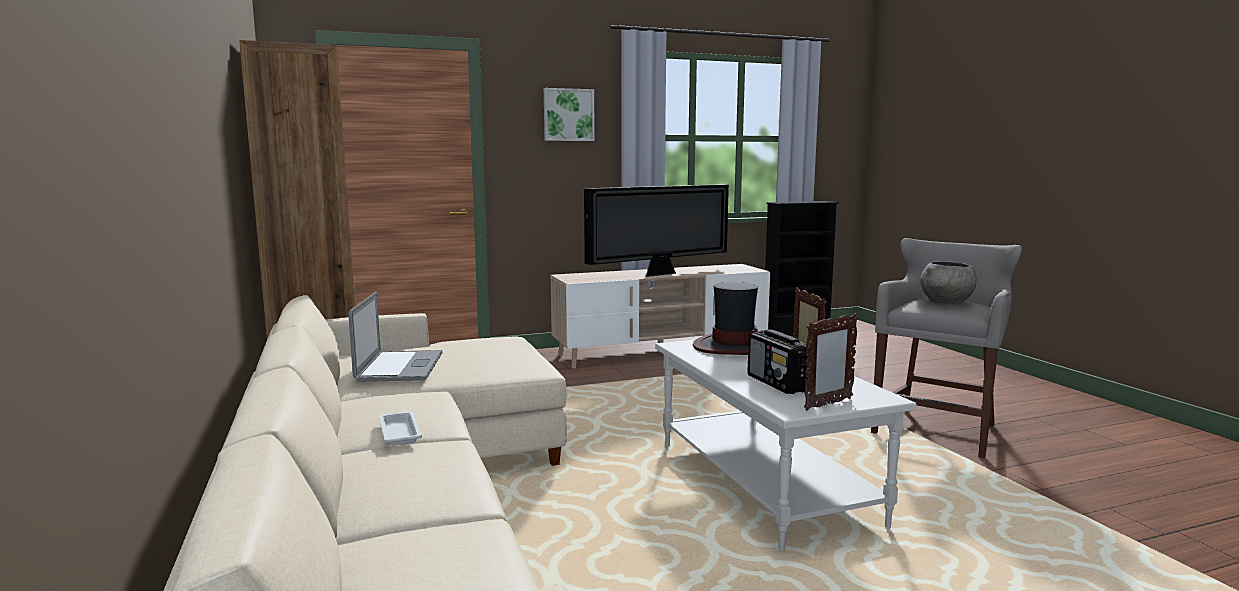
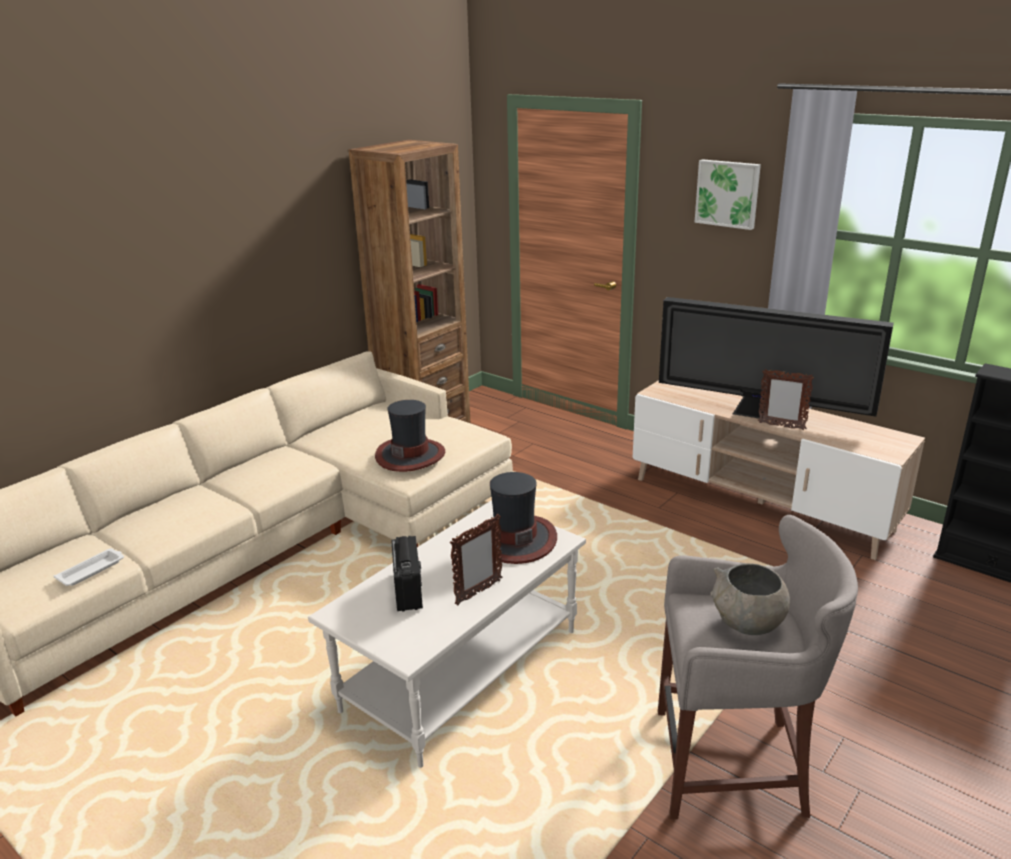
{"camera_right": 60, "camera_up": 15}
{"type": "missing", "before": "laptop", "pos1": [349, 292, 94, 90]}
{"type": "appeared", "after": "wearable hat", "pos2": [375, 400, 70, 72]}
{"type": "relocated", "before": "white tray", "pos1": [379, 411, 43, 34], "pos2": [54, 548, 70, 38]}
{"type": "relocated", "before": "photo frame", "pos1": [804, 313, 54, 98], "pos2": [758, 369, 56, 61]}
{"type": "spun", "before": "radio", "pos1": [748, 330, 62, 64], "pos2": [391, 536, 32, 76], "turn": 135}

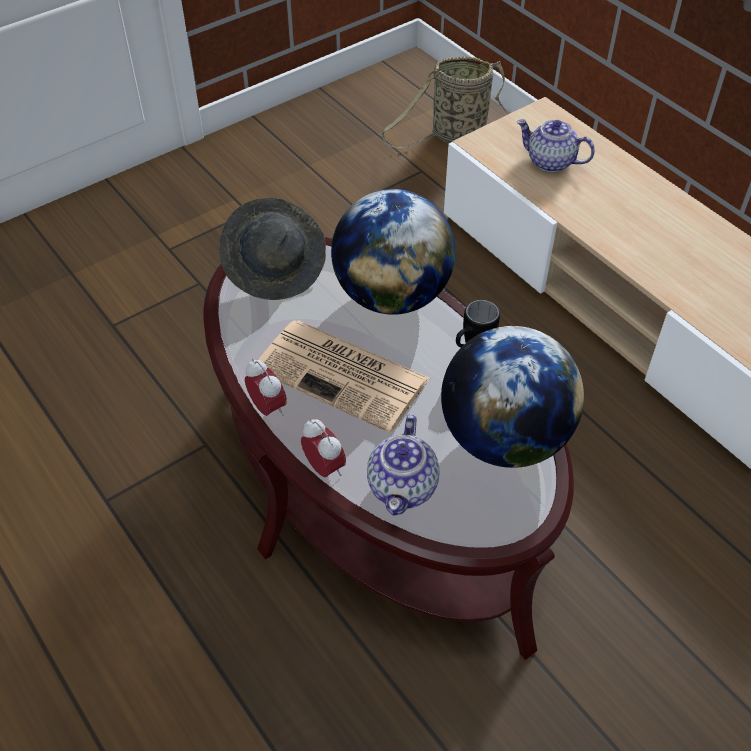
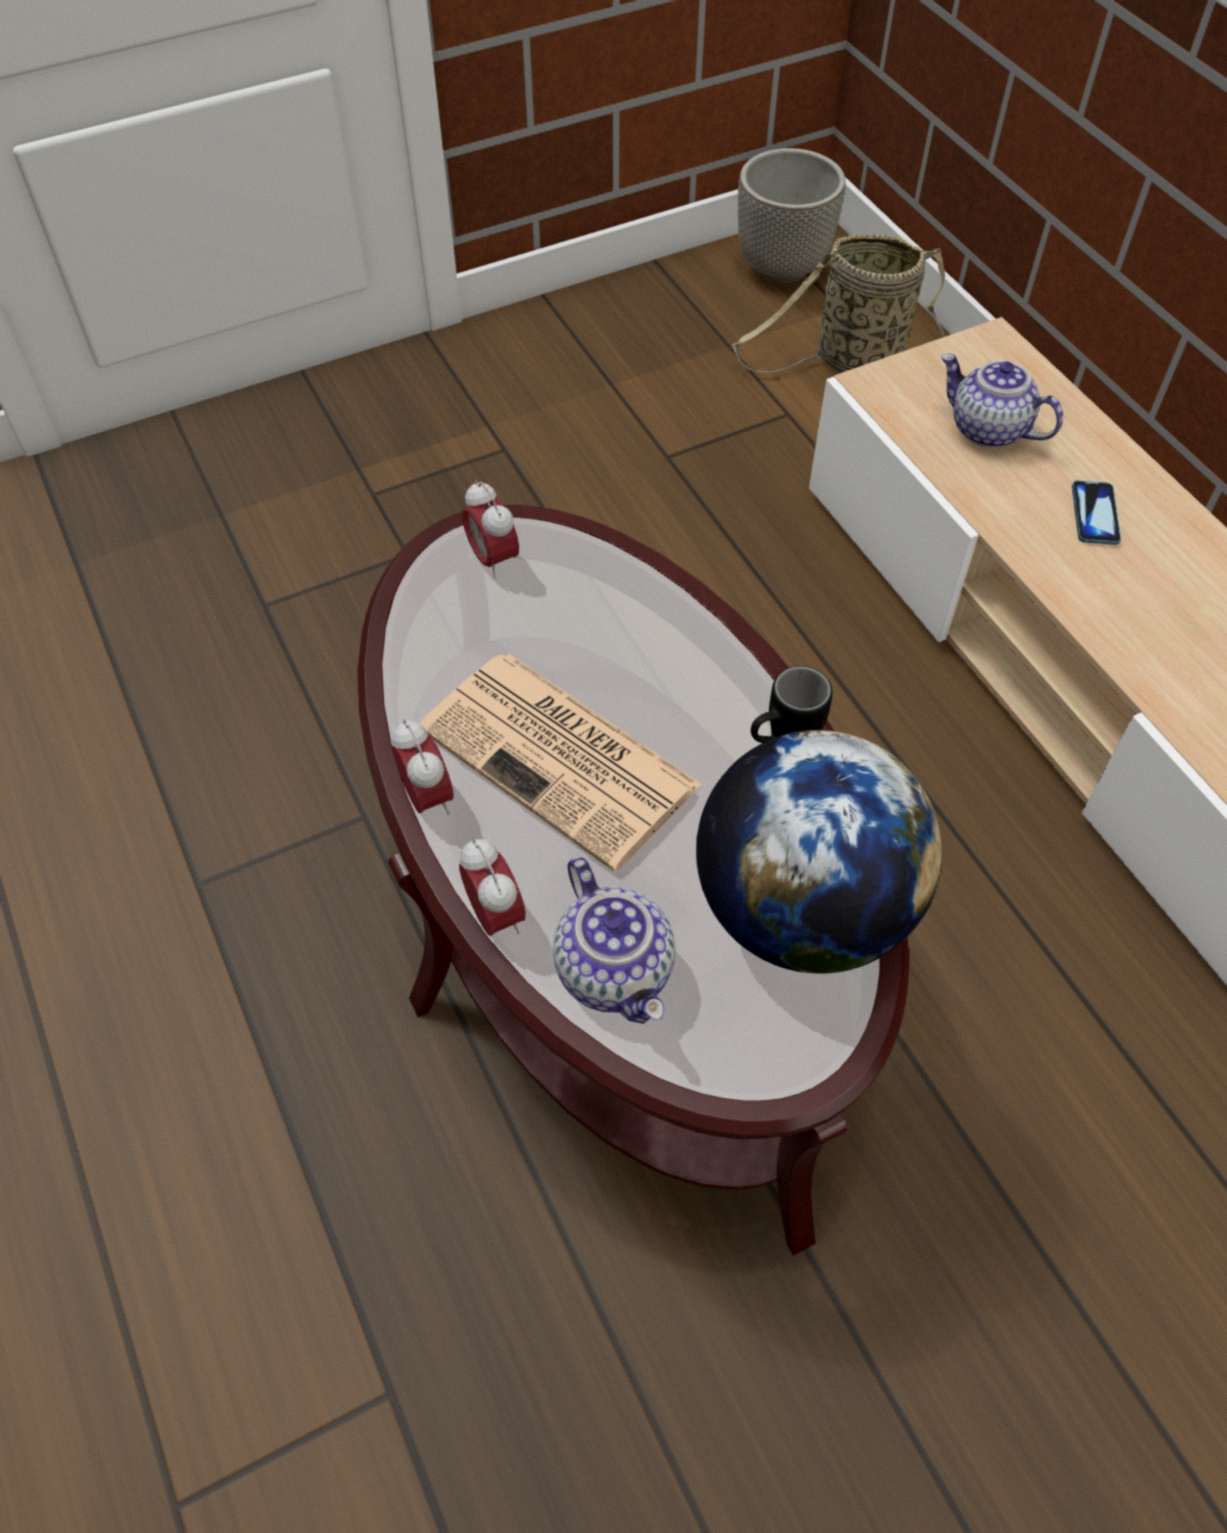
{"camera_right": 10, "camera_up": 5}
{"type": "missing", "before": "world globe", "pos1": [331, 189, 125, 126]}
{"type": "appeared", "after": "plant pot", "pos2": [738, 148, 108, 135]}
{"type": "appeared", "after": "phone", "pos2": [1072, 480, 49, 65]}
{"type": "exchanged", "before": "grey wearable hat", "after": "table clock", "pos1": [219, 198, 107, 102], "pos2": [462, 480, 57, 99]}
{"type": "spun", "before": "pot for tea", "pos1": [367, 414, 73, 102], "pos2": [553, 857, 122, 167], "turn": -45}

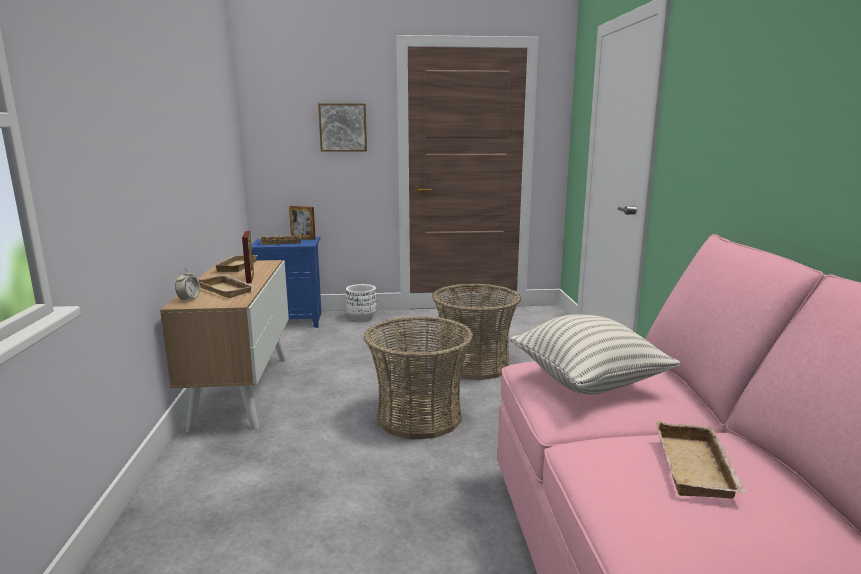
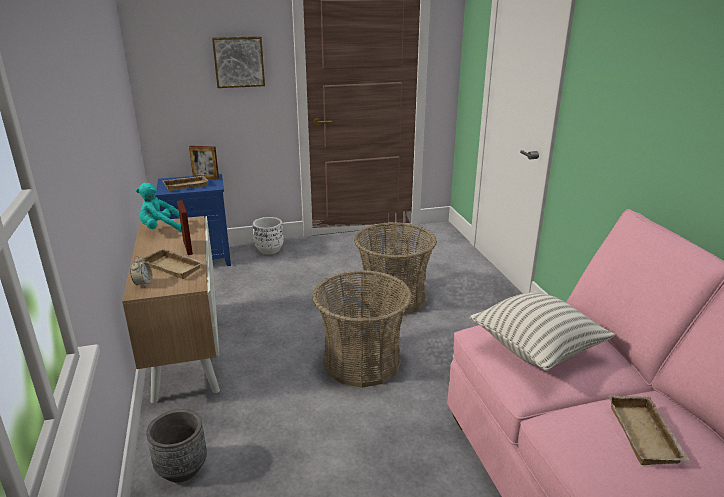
{"camera_right": -10, "camera_up": 10}
{"type": "appeared", "after": "grey plant pot", "pos2": [146, 409, 61, 73]}
{"type": "exchanged", "before": "sand-coloured tray", "after": "blue-green plush toy", "pos1": [214, 255, 43, 17], "pos2": [136, 183, 46, 49]}

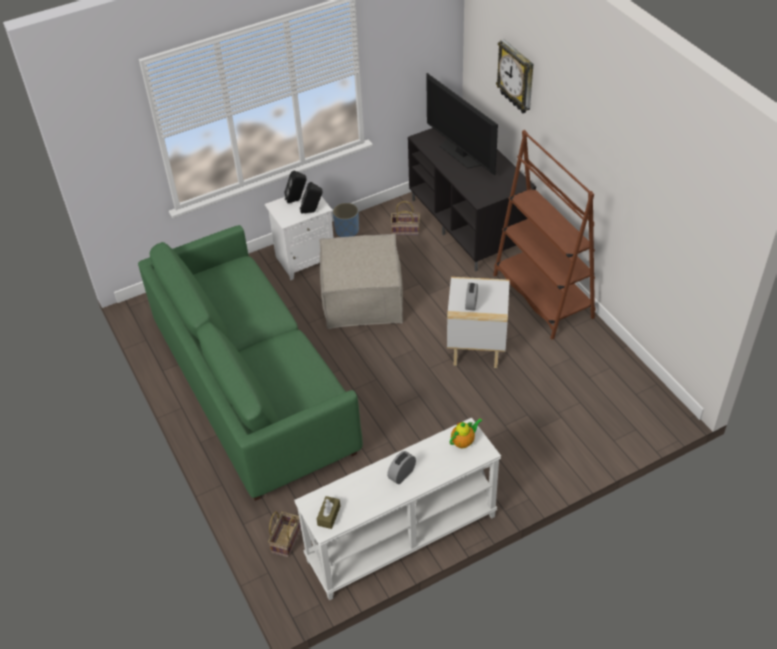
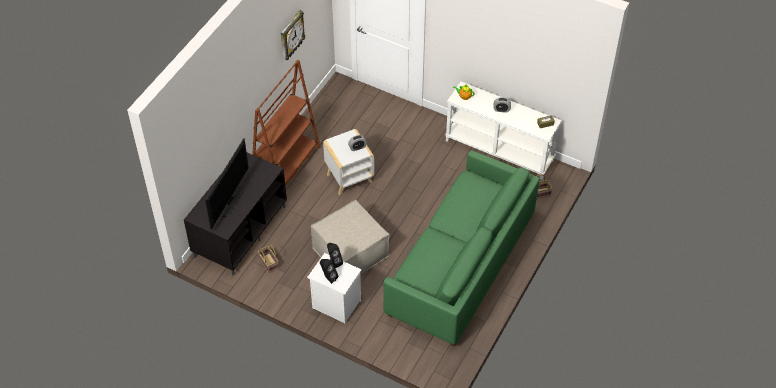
{"camera_right": -125, "camera_up": 5}
{"type": "missing", "before": "blue plant pot", "pos1": [333, 203, 26, 34]}
{"type": "relocated", "before": "wall clock", "pos1": [496, 39, 37, 74], "pos2": [281, 10, 25, 50]}

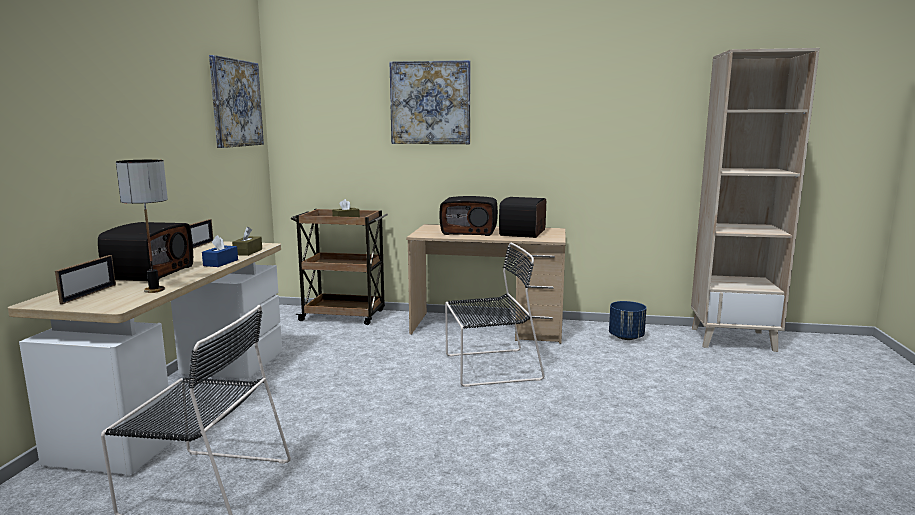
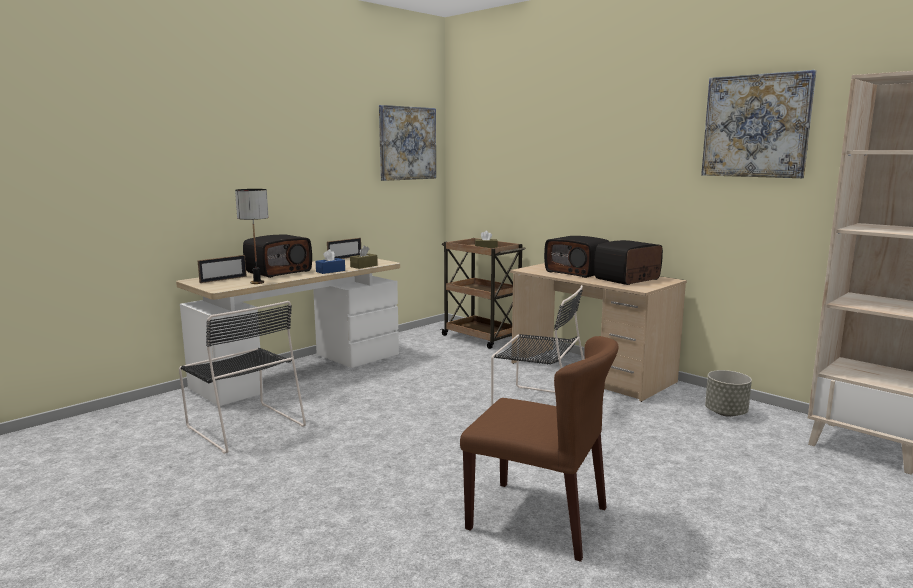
{"camera_right": 35, "camera_up": 0}
{"type": "appeared", "after": "brown-coloured plain chair", "pos2": [460, 336, 159, 226]}
{"type": "relocated", "before": "picture", "pos1": [390, 60, 81, 84], "pos2": [701, 70, 116, 108]}
{"type": "colour", "before": "blue plant pot", "after": "grey plant pot", "pos1": [609, 301, 38, 39], "pos2": [705, 370, 47, 47]}

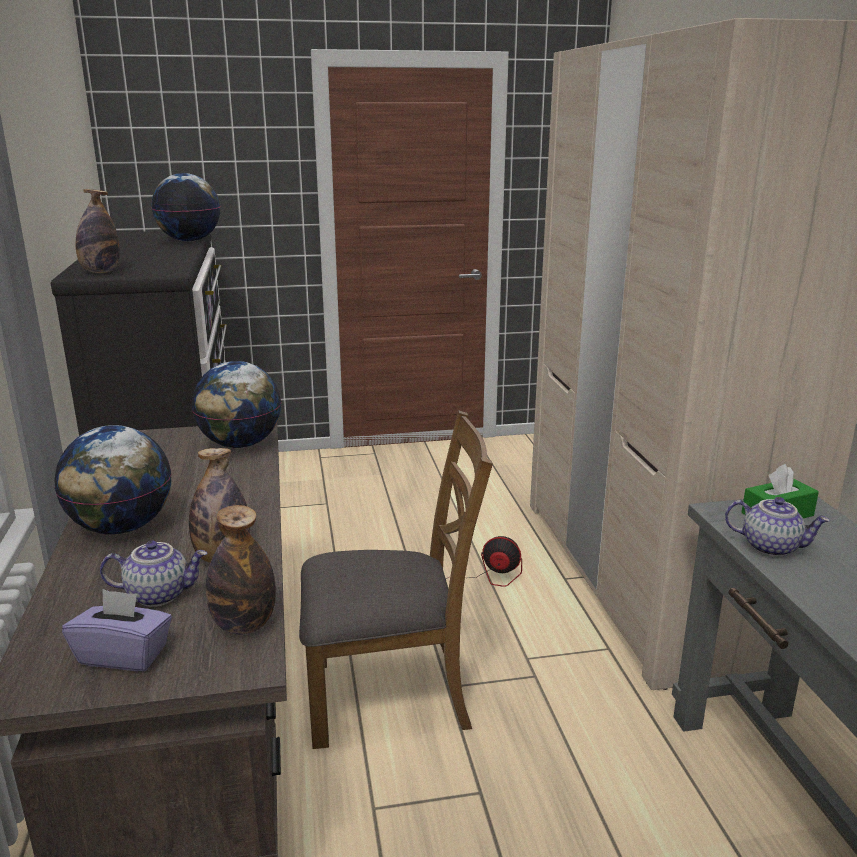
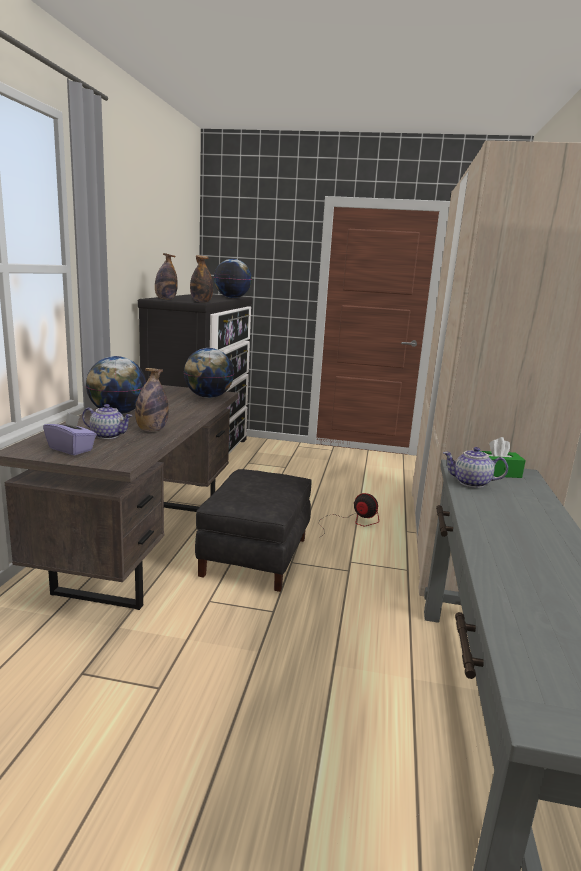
{"camera_right": 20, "camera_up": -5}
{"type": "relocated", "before": "drink bottle", "pos1": [206, 505, 70, 130], "pos2": [190, 255, 23, 48]}
{"type": "exchanged", "before": "brown-coloured plain chair", "after": "black-coloured footrest", "pos1": [299, 410, 194, 339], "pos2": [195, 469, 117, 123]}
{"type": "spun", "before": "pot for tea", "pos1": [725, 497, 105, 60], "pos2": [443, 447, 65, 41], "turn": 150}

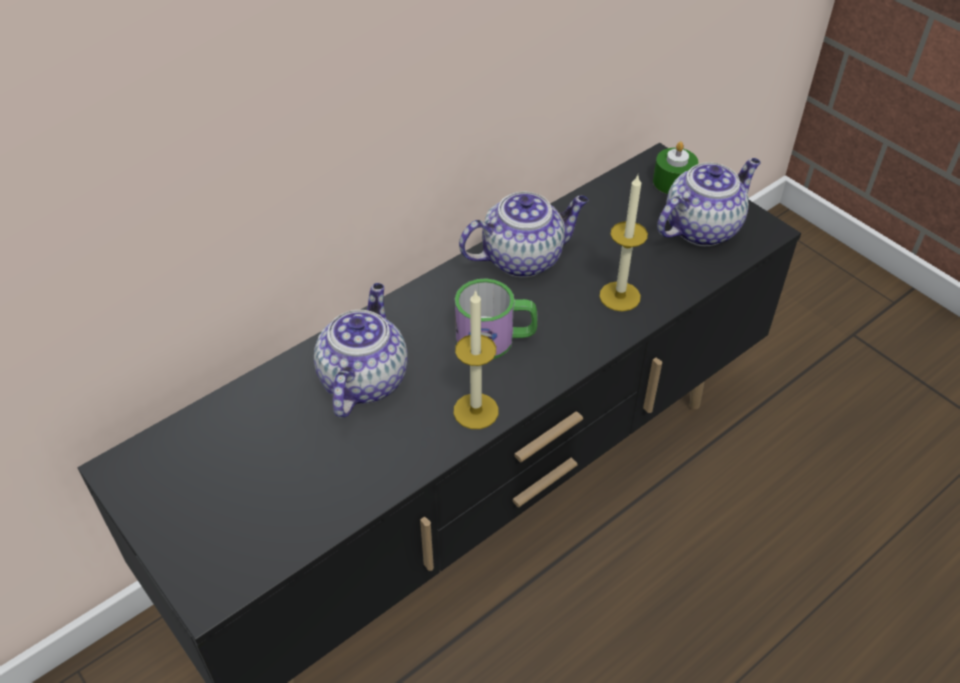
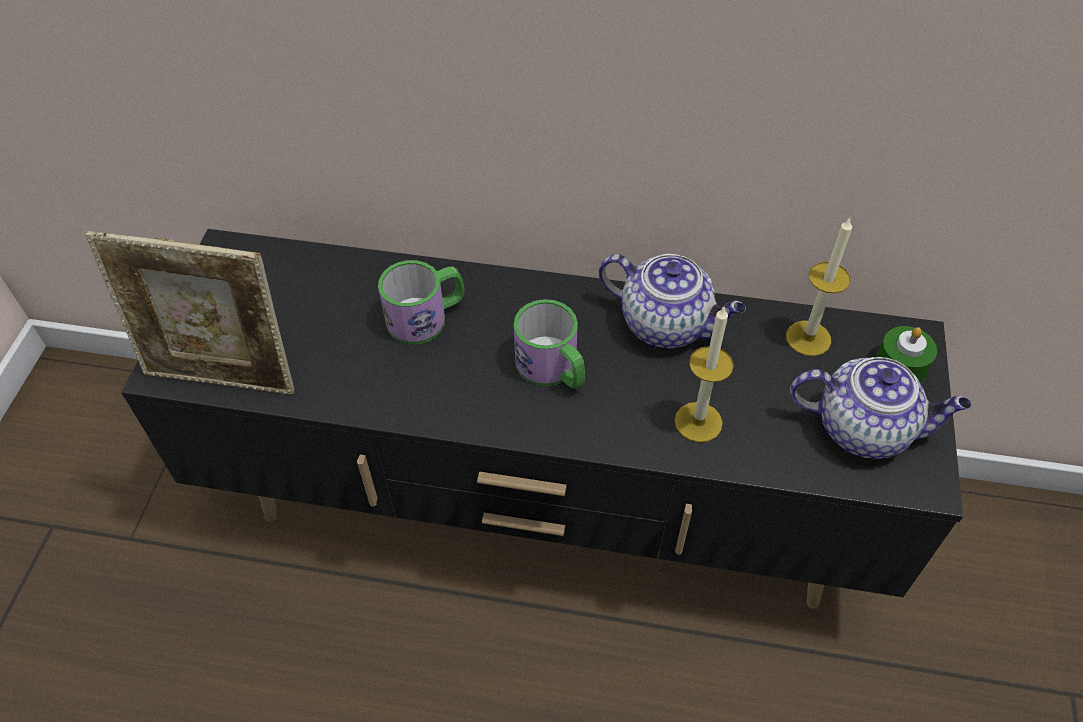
{"camera_right": 50, "camera_up": 5}
{"type": "appeared", "after": "photo frame", "pos2": [85, 231, 209, 163]}
{"type": "relocated", "before": "wax light", "pos1": [453, 290, 46, 139], "pos2": [786, 218, 66, 138]}
{"type": "exchanged", "before": "pot for tea", "after": "tea mug", "pos1": [314, 283, 94, 135], "pos2": [378, 260, 87, 84]}

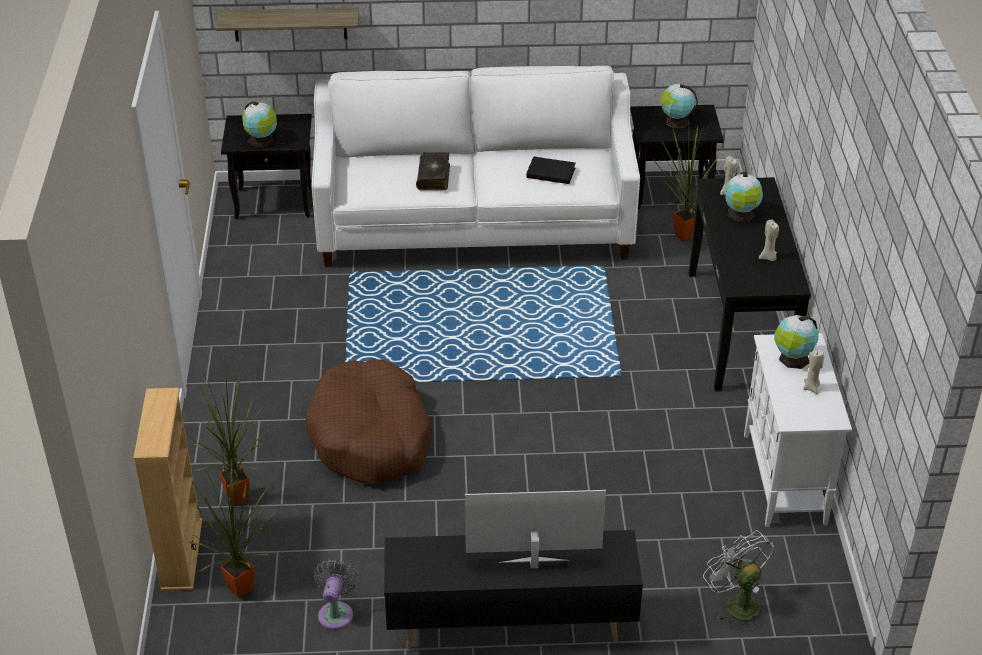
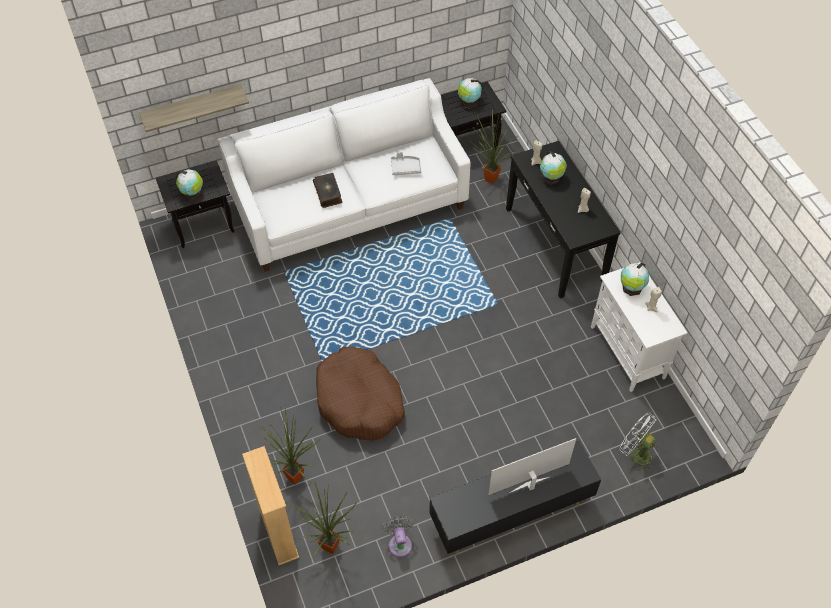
{"camera_right": -20, "camera_up": 15}
{"type": "exchanged", "before": "black-coloured book", "after": "grey tray", "pos1": [527, 156, 49, 28], "pos2": [391, 152, 31, 23]}

